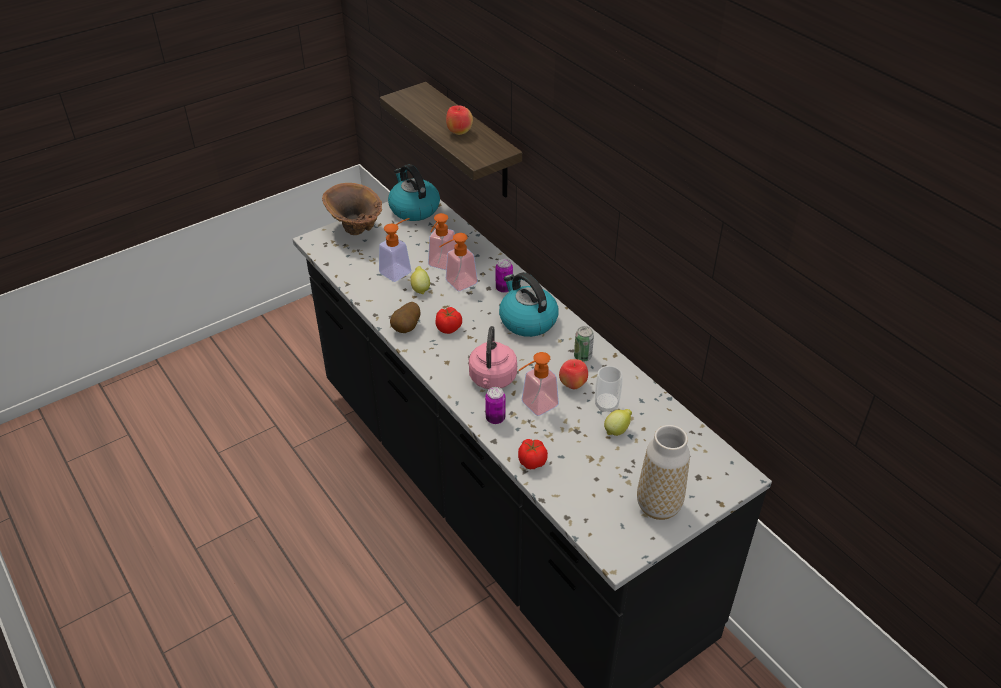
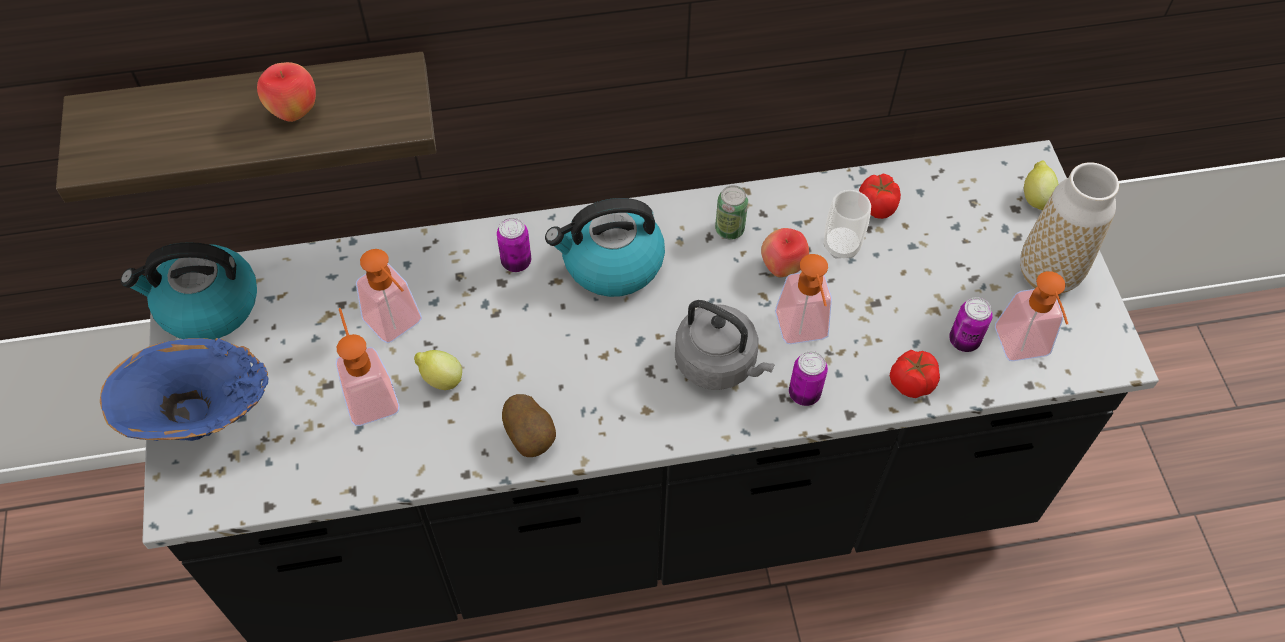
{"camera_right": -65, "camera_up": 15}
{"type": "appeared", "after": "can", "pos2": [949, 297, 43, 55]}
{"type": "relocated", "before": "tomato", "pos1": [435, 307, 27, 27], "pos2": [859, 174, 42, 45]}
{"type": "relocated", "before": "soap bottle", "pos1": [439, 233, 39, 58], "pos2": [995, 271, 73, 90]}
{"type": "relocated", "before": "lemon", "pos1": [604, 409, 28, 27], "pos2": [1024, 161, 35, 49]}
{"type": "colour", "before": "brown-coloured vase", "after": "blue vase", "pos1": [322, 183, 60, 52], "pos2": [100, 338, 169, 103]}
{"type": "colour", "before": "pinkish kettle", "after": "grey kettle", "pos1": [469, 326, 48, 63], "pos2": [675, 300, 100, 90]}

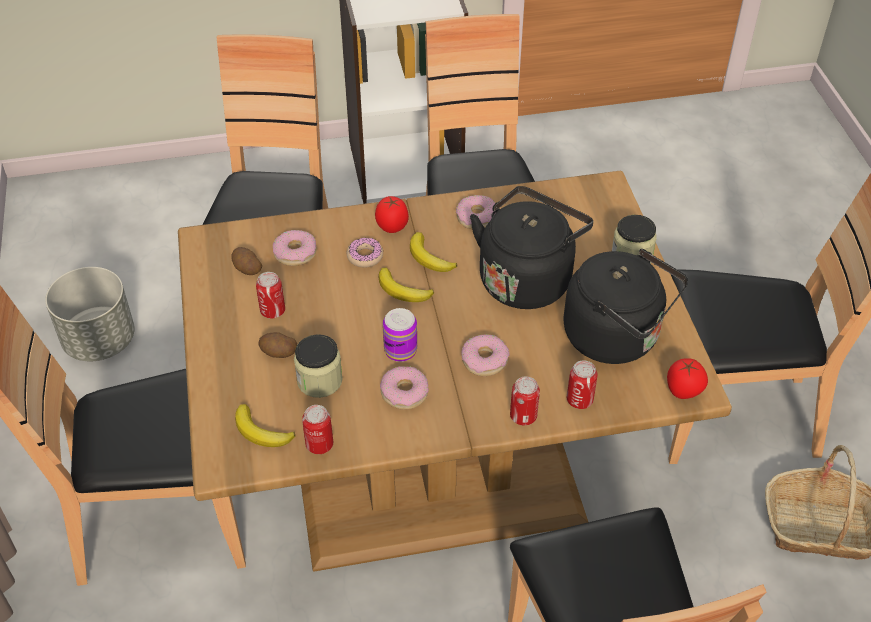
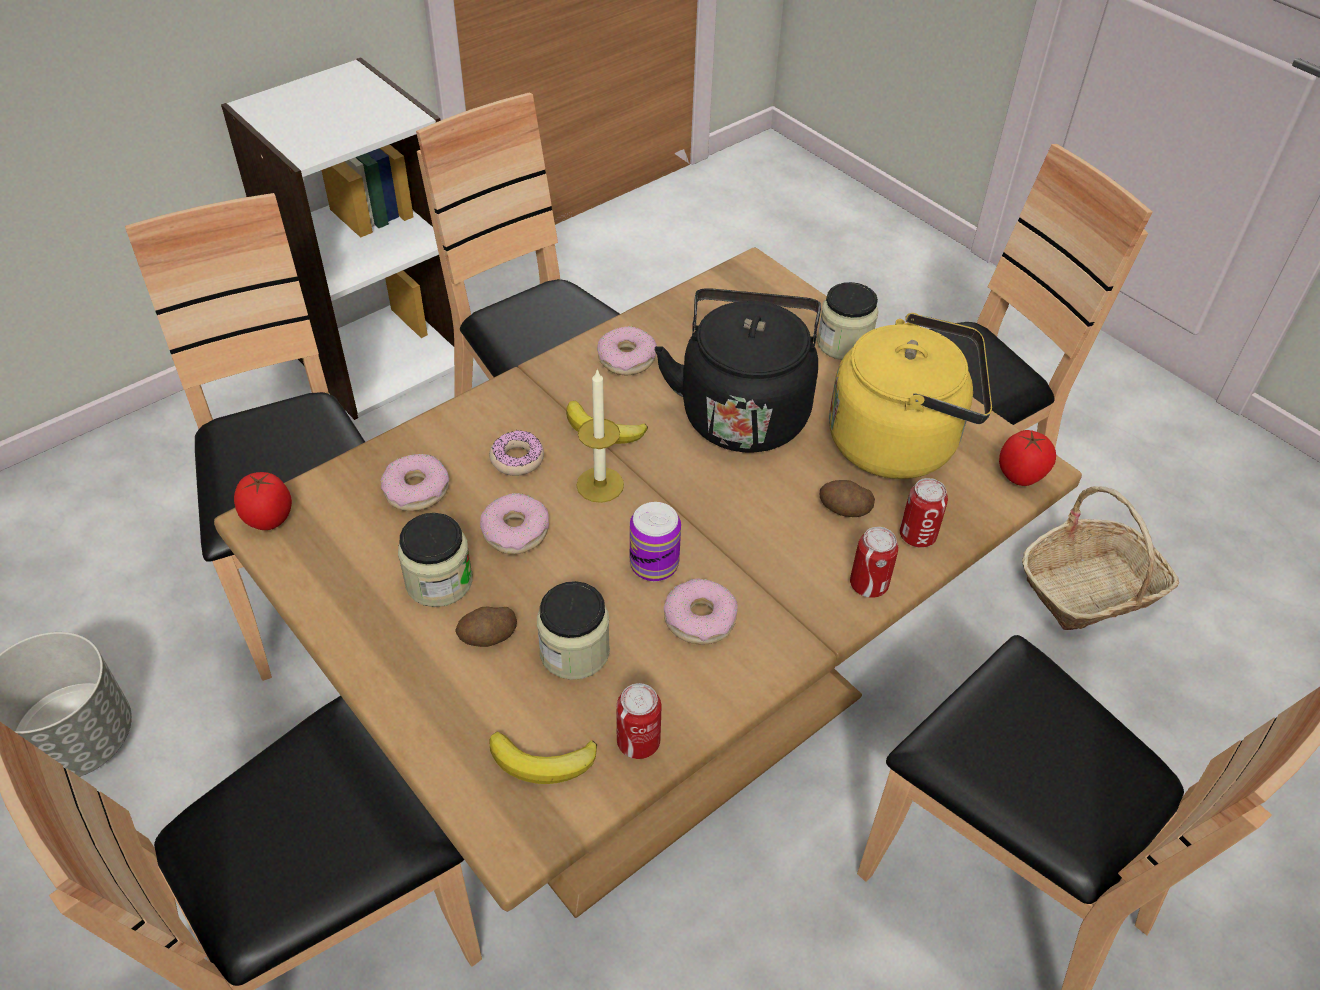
{"camera_right": -30, "camera_up": 0}
{"type": "relocated", "before": "spud", "pos1": [231, 247, 31, 28], "pos2": [820, 480, 55, 37]}
{"type": "relocated", "before": "tomato", "pos1": [375, 196, 34, 37], "pos2": [234, 472, 58, 58]}
{"type": "relocated", "before": "donut", "pos1": [461, 334, 49, 42], "pos2": [480, 493, 69, 61]}
{"type": "exchanged", "before": "can", "after": "storage jar", "pos1": [256, 272, 29, 47], "pos2": [398, 513, 75, 94]}
{"type": "exchanged", "before": "whole banana", "after": "wax light", "pos1": [379, 267, 55, 35], "pos2": [576, 368, 48, 135]}
{"type": "colour", "before": "black-coloured kettle", "after": "yellowish kettle", "pos1": [564, 249, 124, 115], "pos2": [829, 313, 163, 166]}

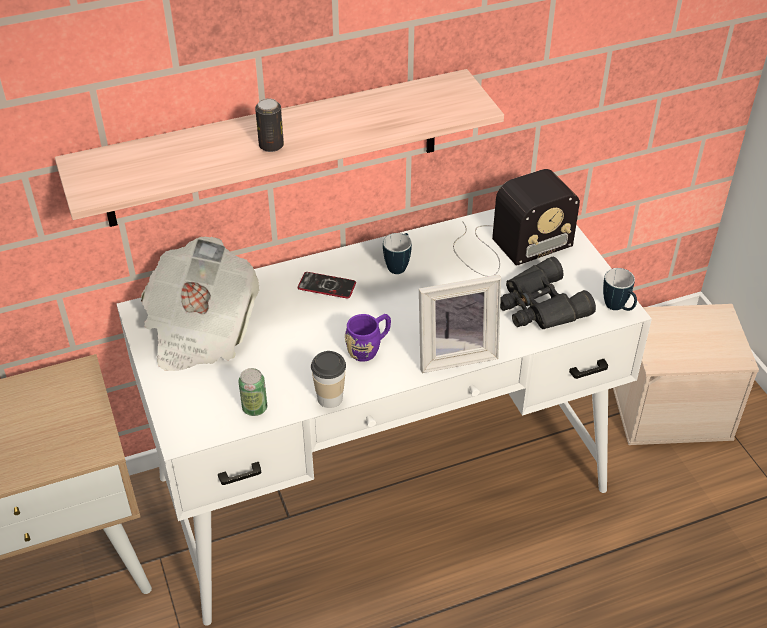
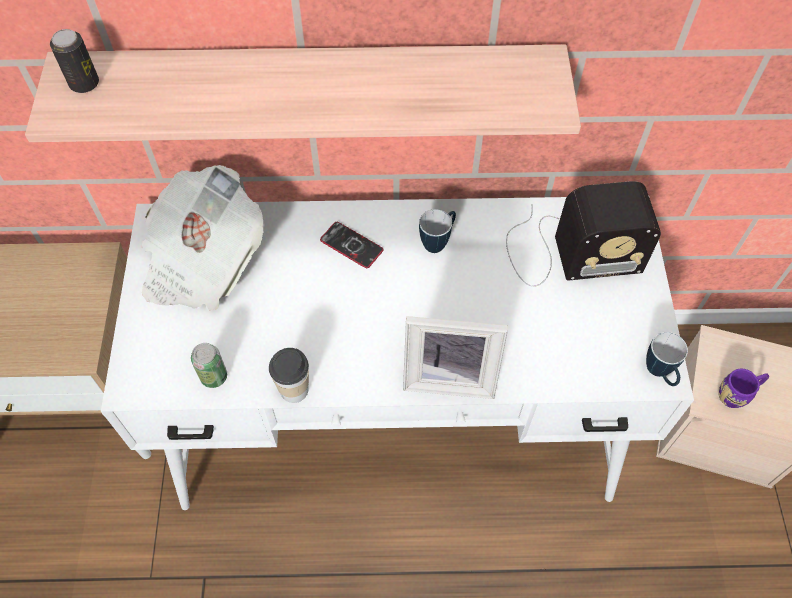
{"camera_right": 20, "camera_up": 15}
{"type": "missing", "before": "black-coloured pair of binoculars", "pos1": [500, 257, 96, 72]}
{"type": "relocated", "before": "can", "pos1": [255, 98, 29, 54], "pos2": [50, 29, 49, 64]}
{"type": "relocated", "before": "purple-coloured tea mug", "pos1": [345, 314, 46, 48], "pos2": [718, 368, 51, 40]}

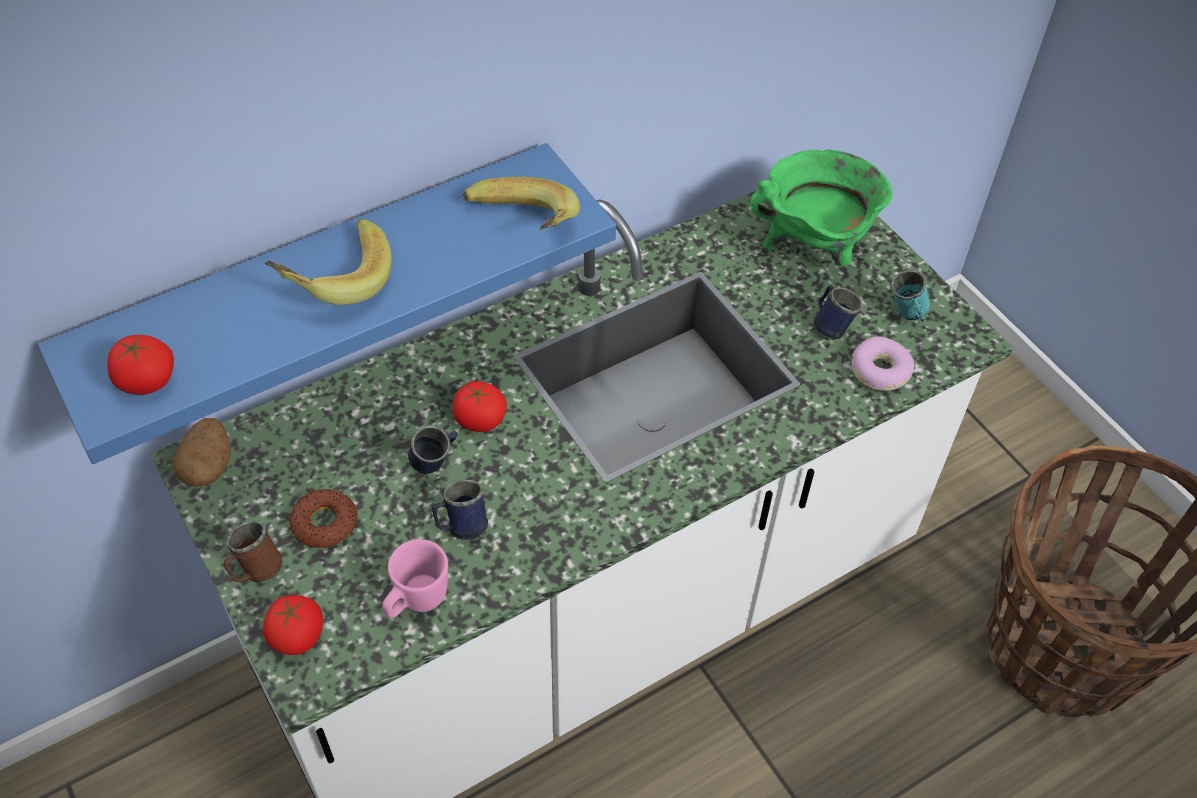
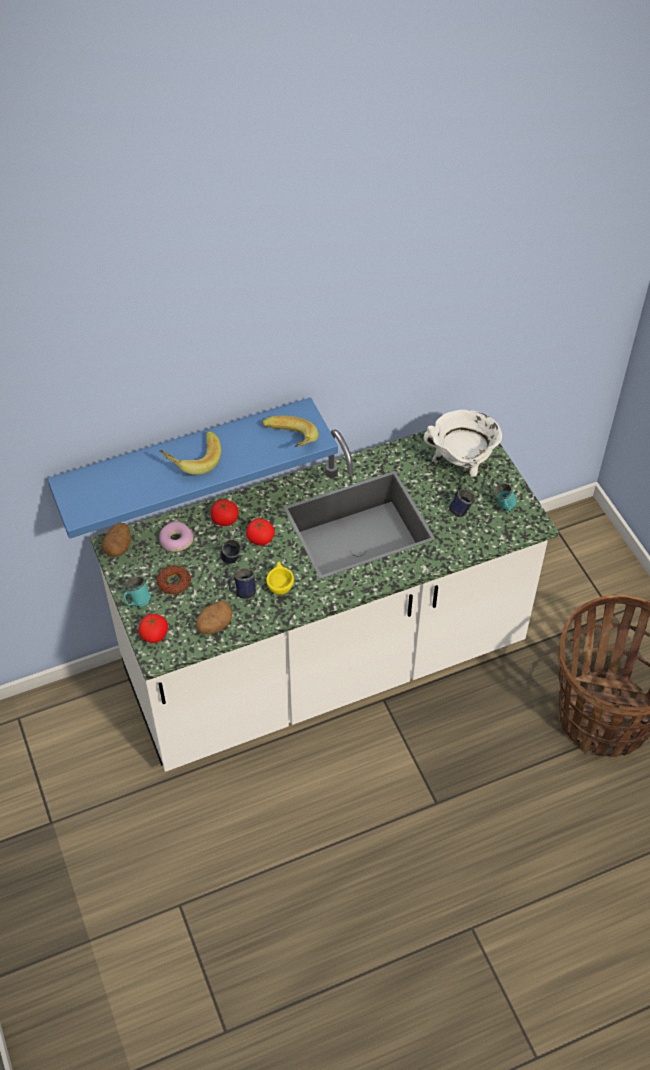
{"camera_right": 10, "camera_up": 0}
{"type": "appeared", "after": "yellowish drinking cup", "pos2": [266, 562, 28, 33]}
{"type": "relocated", "before": "tomato", "pos1": [107, 335, 67, 60], "pos2": [211, 500, 28, 26]}
{"type": "relocated", "before": "donut", "pos1": [852, 336, 62, 55], "pos2": [159, 521, 35, 31]}
{"type": "exchanged", "before": "pinkish tea mug", "after": "spud", "pos1": [382, 539, 66, 79], "pos2": [196, 601, 36, 33]}
{"type": "colour", "before": "brown-coloured tea mug", "after": "blue-green tea mug", "pos1": [223, 521, 60, 61], "pos2": [123, 576, 28, 31]}
{"type": "colour", "before": "green-coloured stockpot", "after": "white stockpot", "pos1": [750, 149, 143, 117], "pos2": [424, 410, 78, 67]}

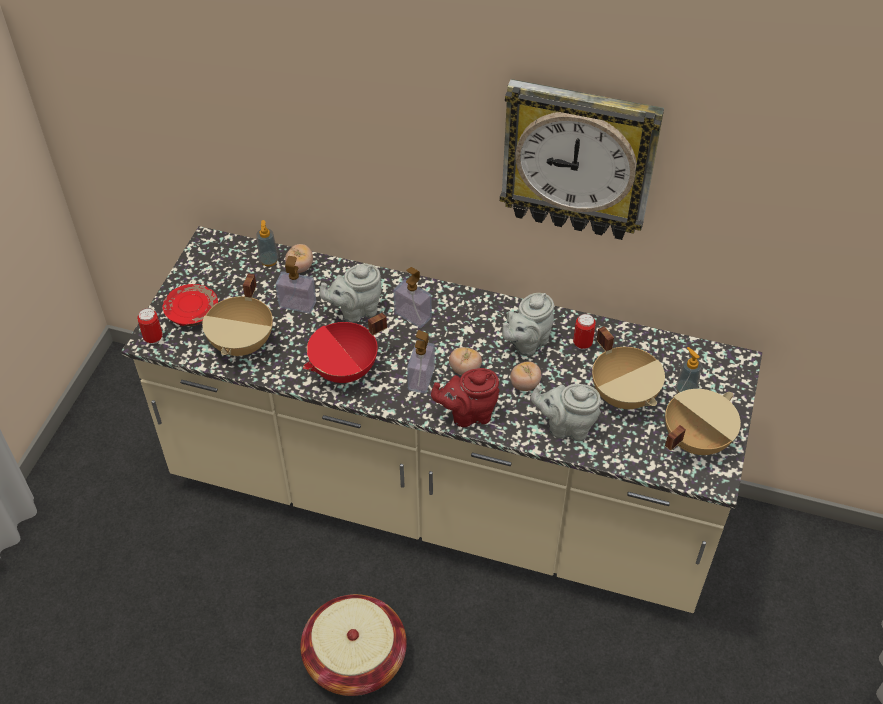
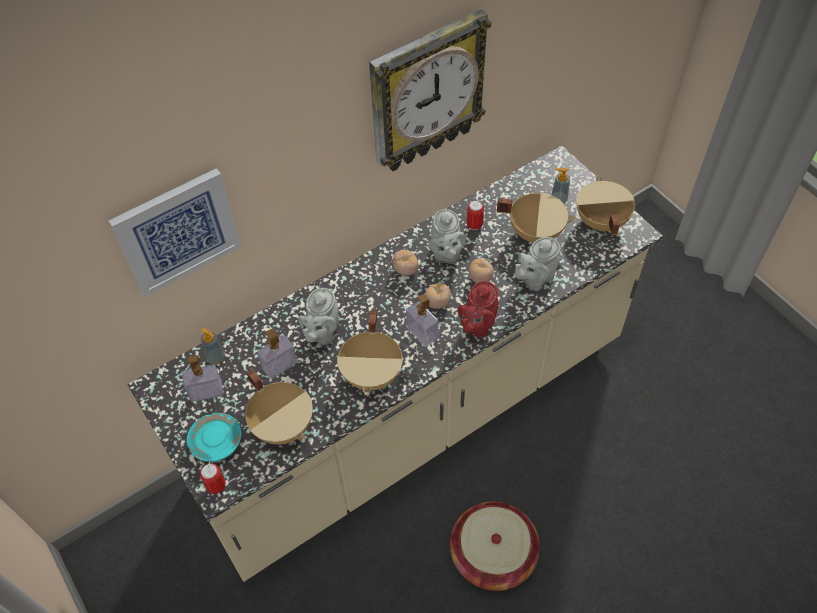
{"camera_right": -50, "camera_up": 5}
{"type": "appeared", "after": "picture", "pos2": [109, 168, 132, 129]}
{"type": "relocated", "before": "tomato", "pos1": [285, 244, 28, 29], "pos2": [393, 250, 25, 26]}
{"type": "relocated", "before": "soap bottle", "pos1": [394, 267, 38, 61], "pos2": [182, 355, 41, 47]}
{"type": "colour", "before": "red dinner plate", "after": "blue-green dinner plate", "pos1": [163, 284, 55, 42], "pos2": [187, 413, 54, 49]}
{"type": "colour", "before": "red stockpot", "after": "sand-coloured stockpot", "pos1": [303, 312, 84, 71], "pos2": [337, 311, 66, 84]}

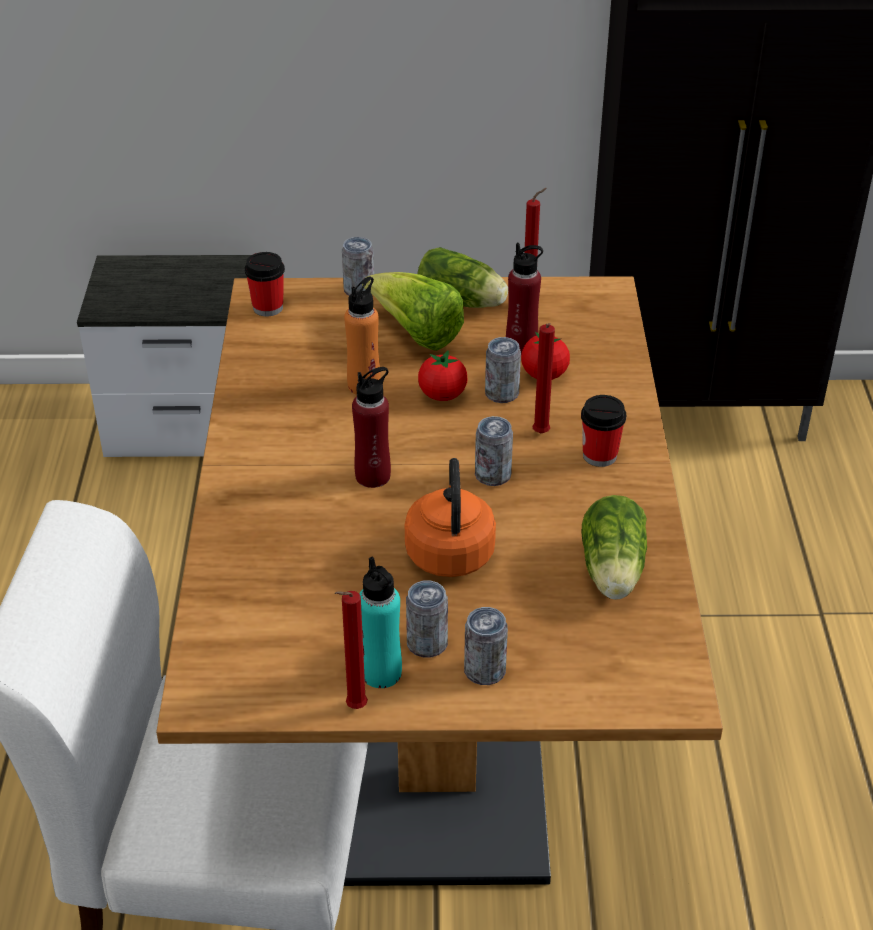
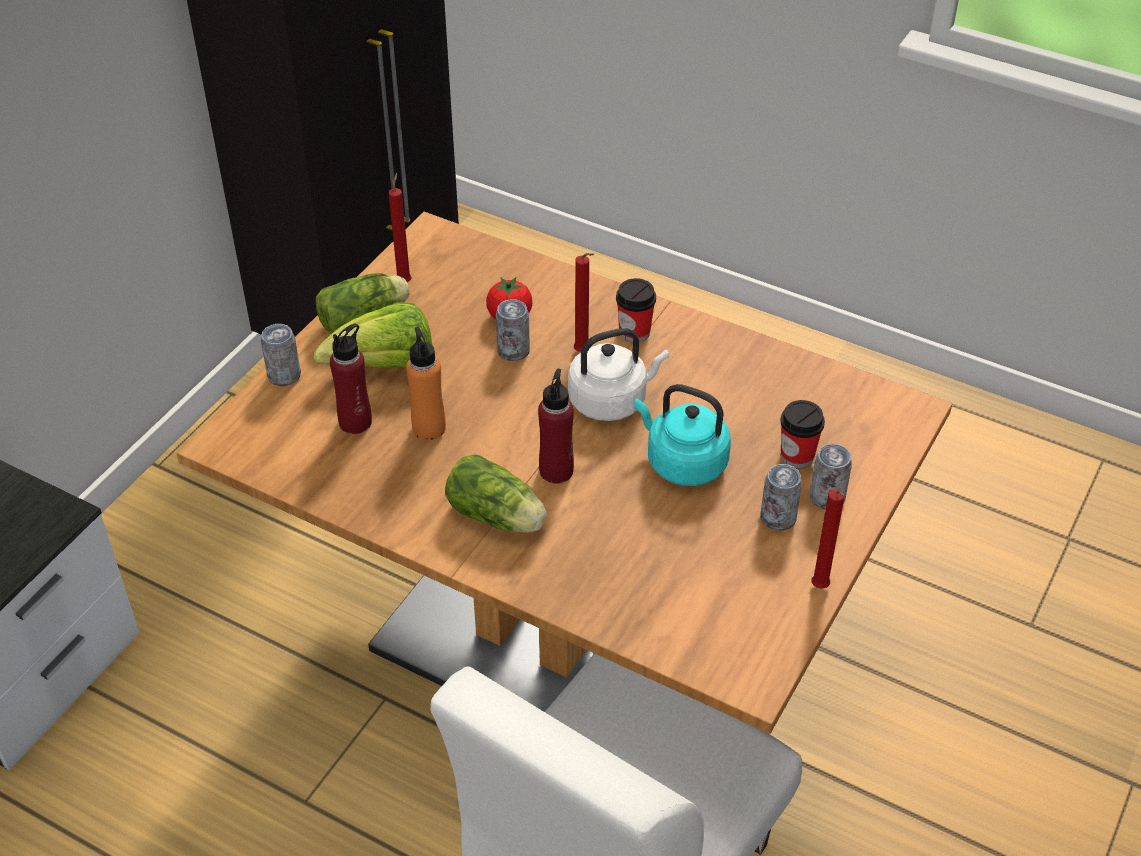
{"camera_right": -60, "camera_up": 5}
{"type": "missing", "before": "blue-green drink bottle", "pos1": [359, 557, 43, 131]}
{"type": "missing", "before": "tomato", "pos1": [418, 350, 49, 51]}
{"type": "relocated", "before": "drinking cup", "pos1": [245, 252, 40, 64], "pos2": [780, 400, 45, 68]}
{"type": "relocated", "before": "red drink bottle", "pos1": [506, 243, 37, 111], "pos2": [330, 324, 42, 110]}
{"type": "relocated", "before": "lettuce", "pos1": [581, 495, 66, 105], "pos2": [445, 454, 102, 79]}
{"type": "exchanged", "before": "can", "after": "white kettle", "pos1": [475, 416, 38, 70], "pos2": [568, 328, 101, 93]}
{"type": "colour", "before": "orange-coloured kettle", "after": "blue-green kettle", "pos1": [405, 458, 91, 119], "pos2": [634, 384, 97, 102]}

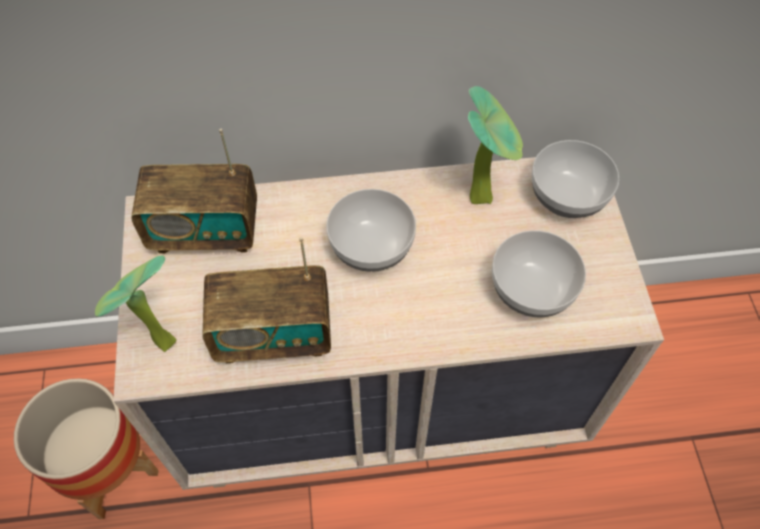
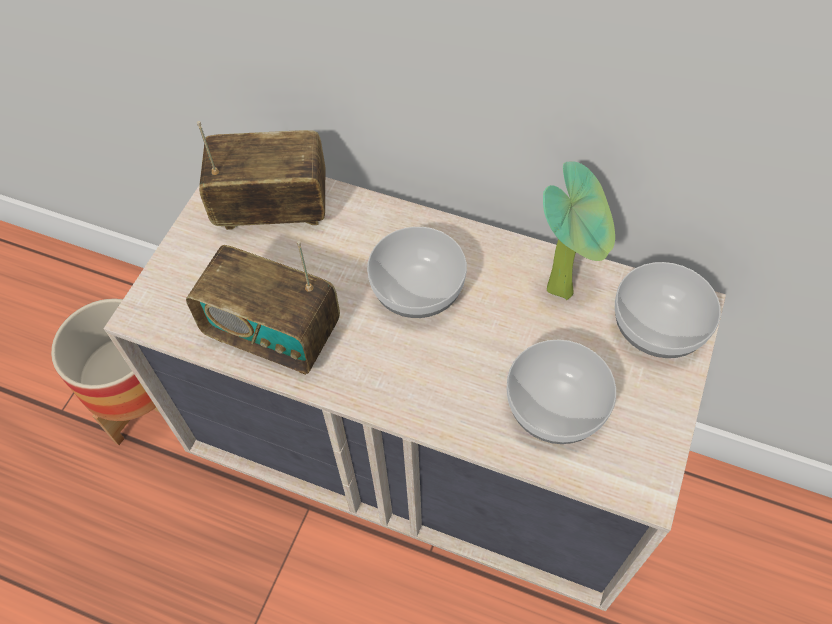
{"camera_right": 30, "camera_up": 0}
{"type": "missing", "before": "plant in a pot", "pos1": [95, 255, 81, 97]}
{"type": "spun", "before": "radio", "pos1": [131, 128, 126, 126], "pos2": [197, 121, 128, 109], "turn": 150}

